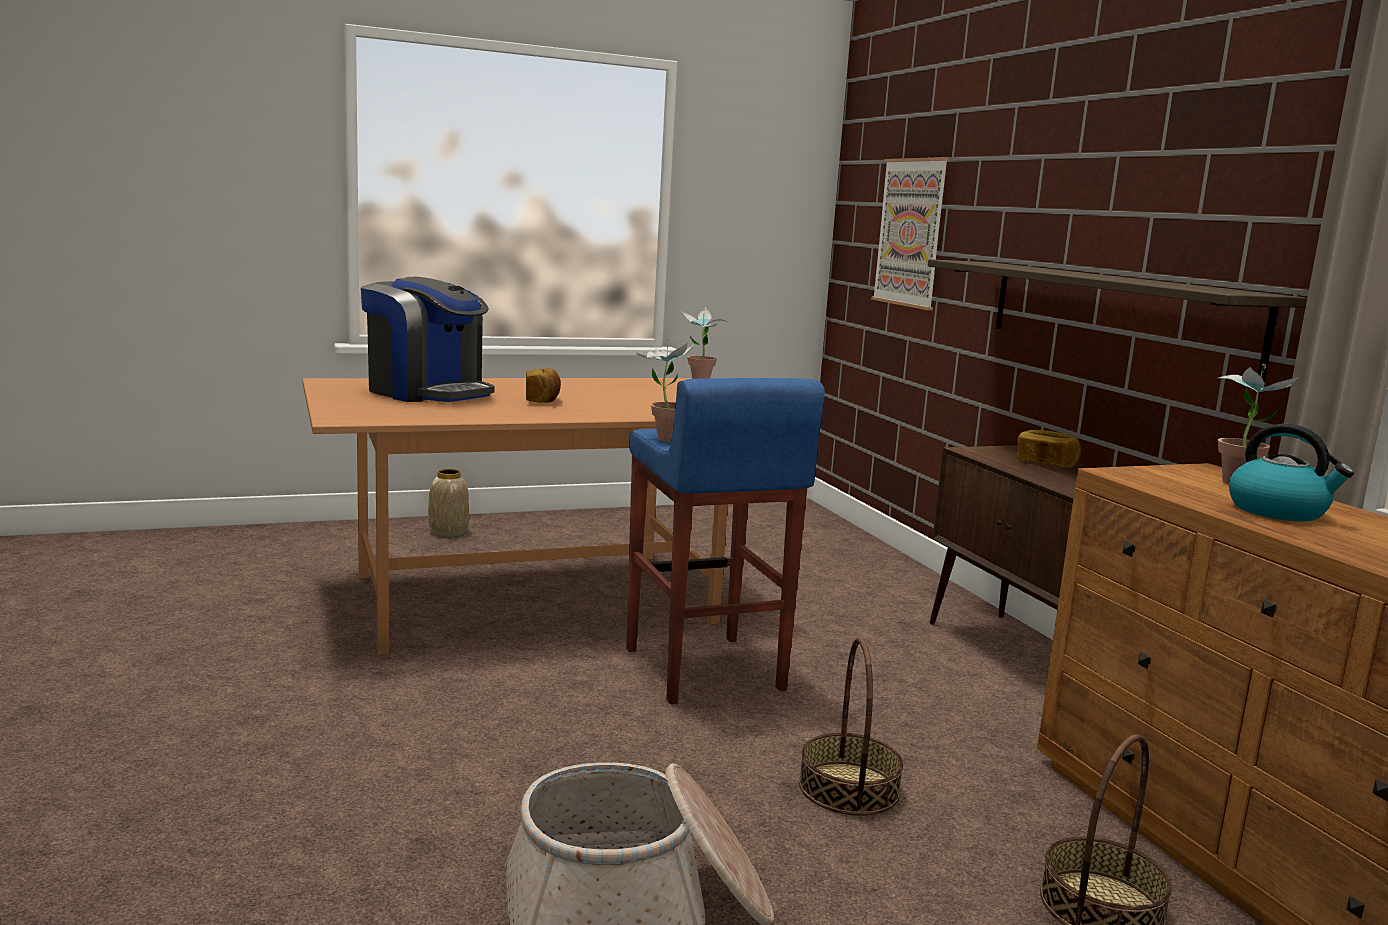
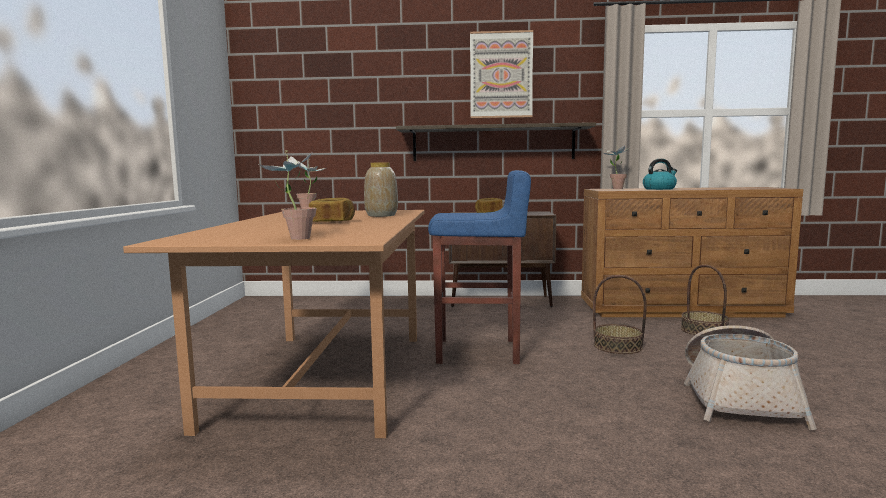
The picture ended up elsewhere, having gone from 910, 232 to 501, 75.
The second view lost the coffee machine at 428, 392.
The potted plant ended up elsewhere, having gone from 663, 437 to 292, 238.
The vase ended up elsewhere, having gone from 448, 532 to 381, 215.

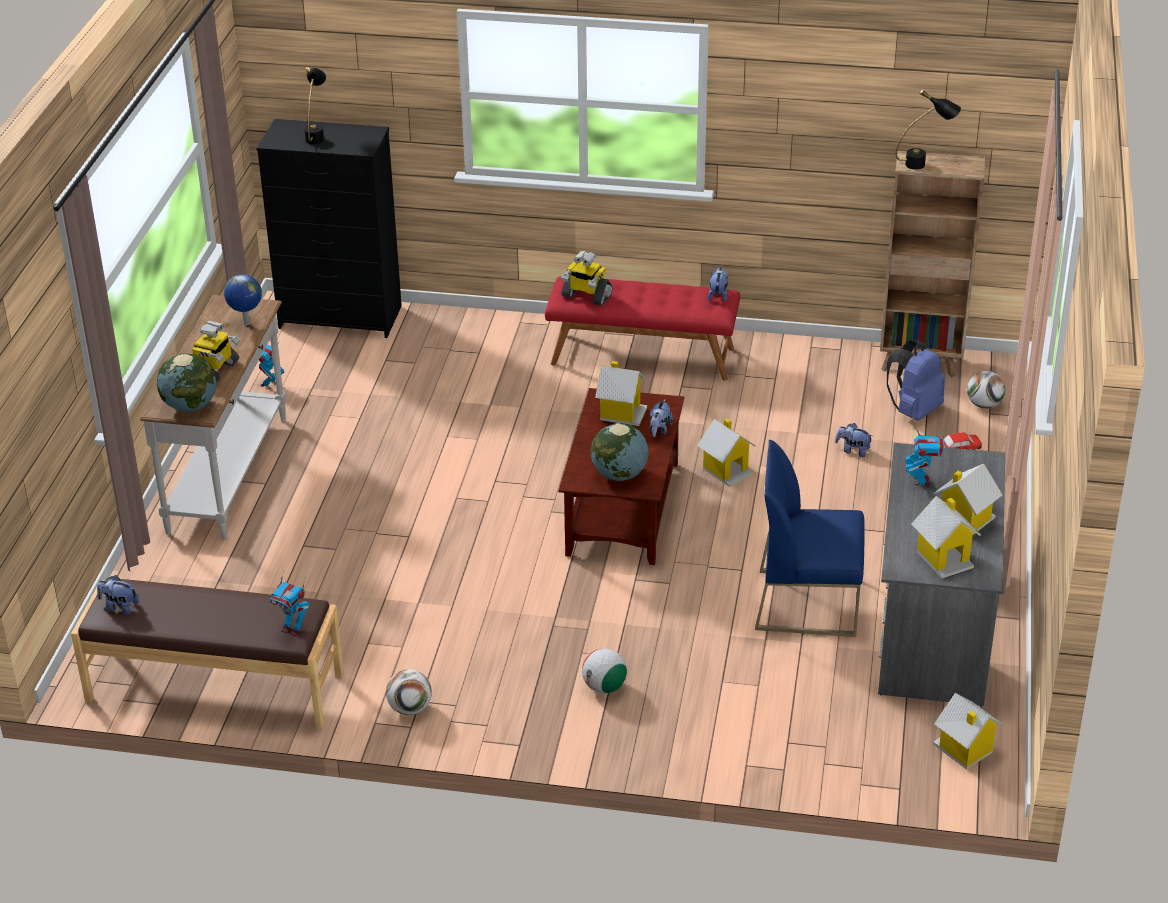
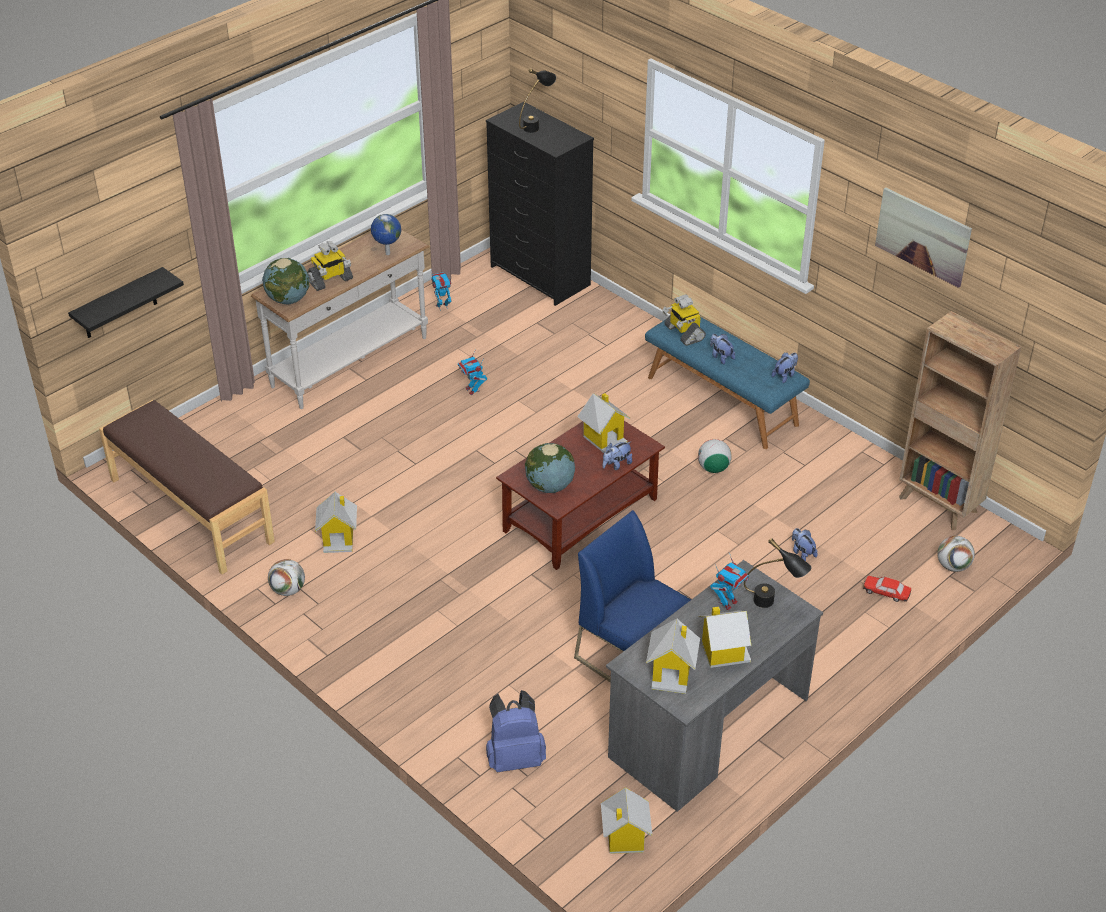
The black table lamp ended up elsewhere, having gone from 924, 164 to 773, 603.
What was the red bench at 643, 355 turned into the blue bench at 723, 400.
The blue backpack ended up elsewhere, having gone from 913, 411 to 515, 758.
The toy house ended up elsewhere, having gone from 726, 470 to 339, 538.
The toy robot ended up elsewhere, having gone from 292, 629 to 472, 390.
The plush toy ended up elsewhere, having gone from 119, 607 to 721, 357.
The football ended up elsewhere, having gone from 604, 687 to 713, 468.
The second view gained the picture at 923, 236.
The second view gained the black shelf at 119, 304.

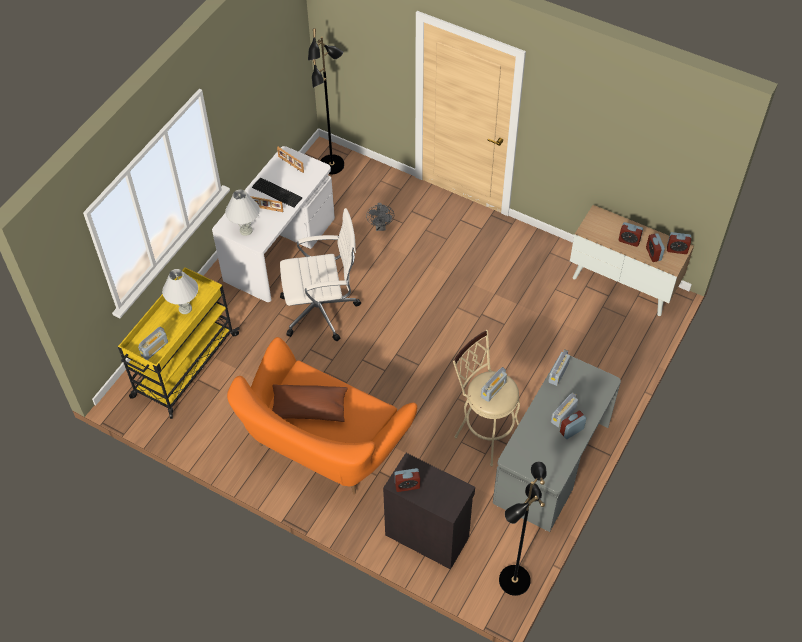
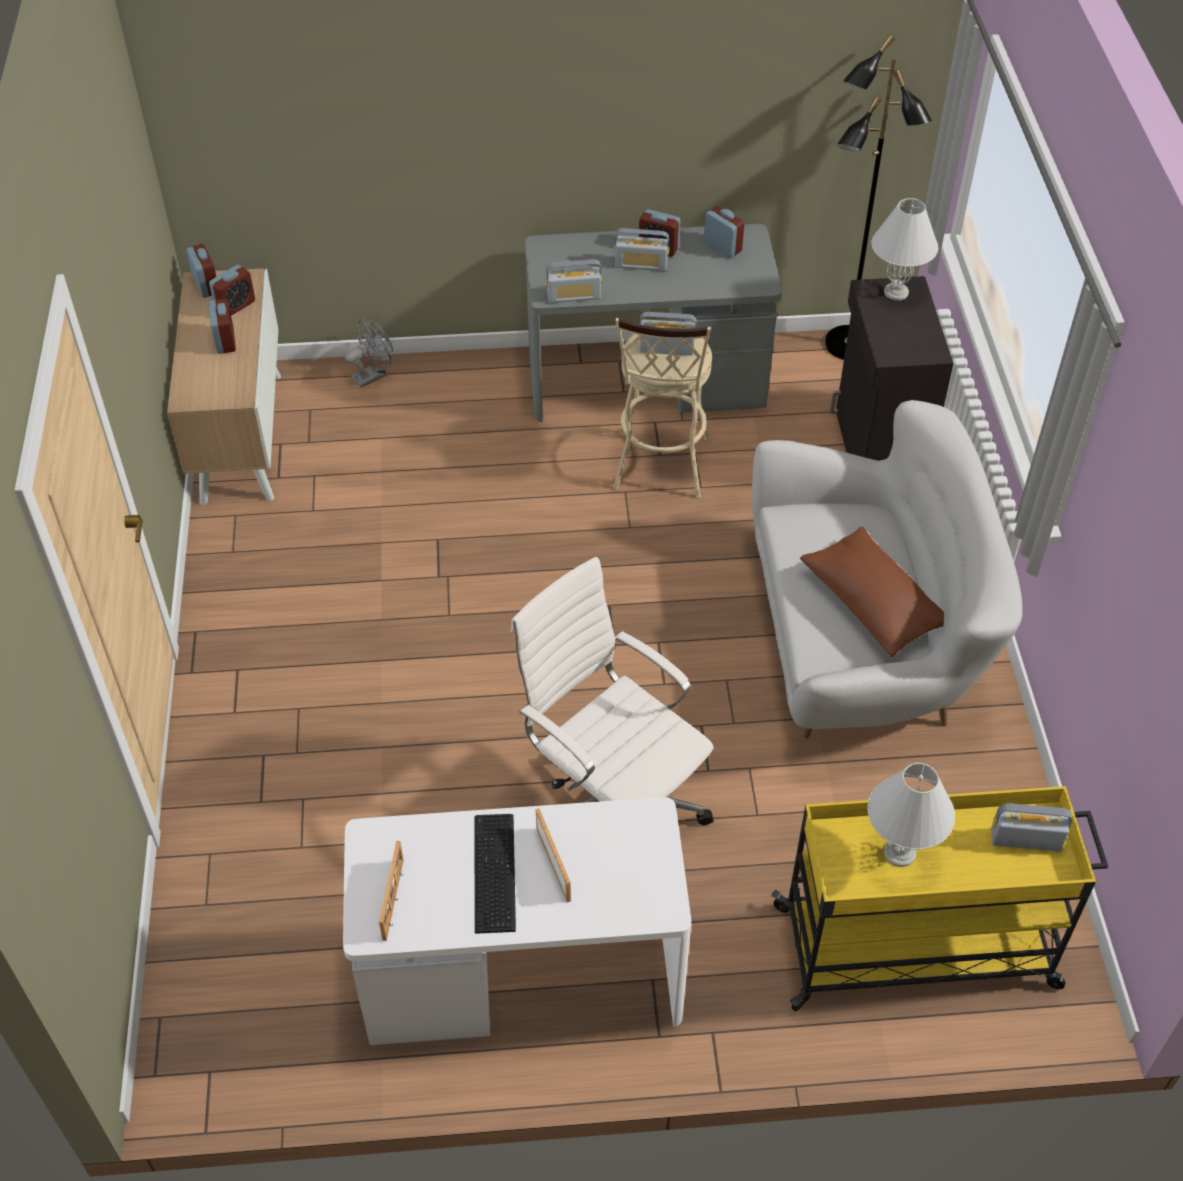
The second view lost the black floor lamp at 332, 165.
The white table lamp ended up elsewhere, having gone from 246, 230 to 895, 292.
The grey fan ended up elsewhere, having gone from 380, 227 to 373, 375.
What was the orange sofa at 323, 444 turned into the white sofa at 863, 643.
The alarm clock ended up elsewhere, having gone from 407, 485 to 722, 247.

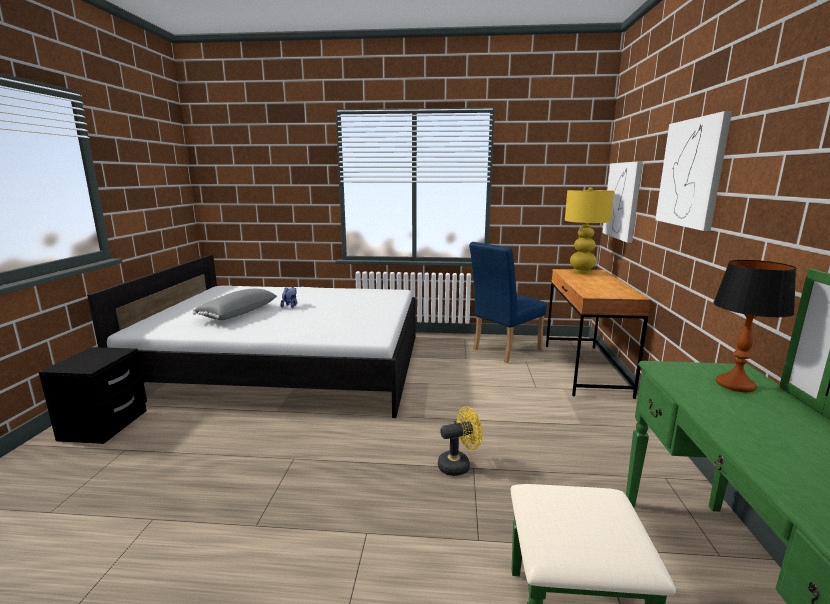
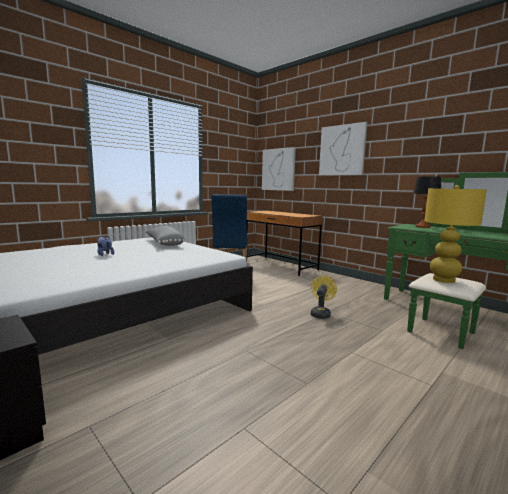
The yellow table lamp ended up elsewhere, having gone from 581, 272 to 443, 280.
The grey pillow ended up elsewhere, having gone from 237, 313 to 164, 244.

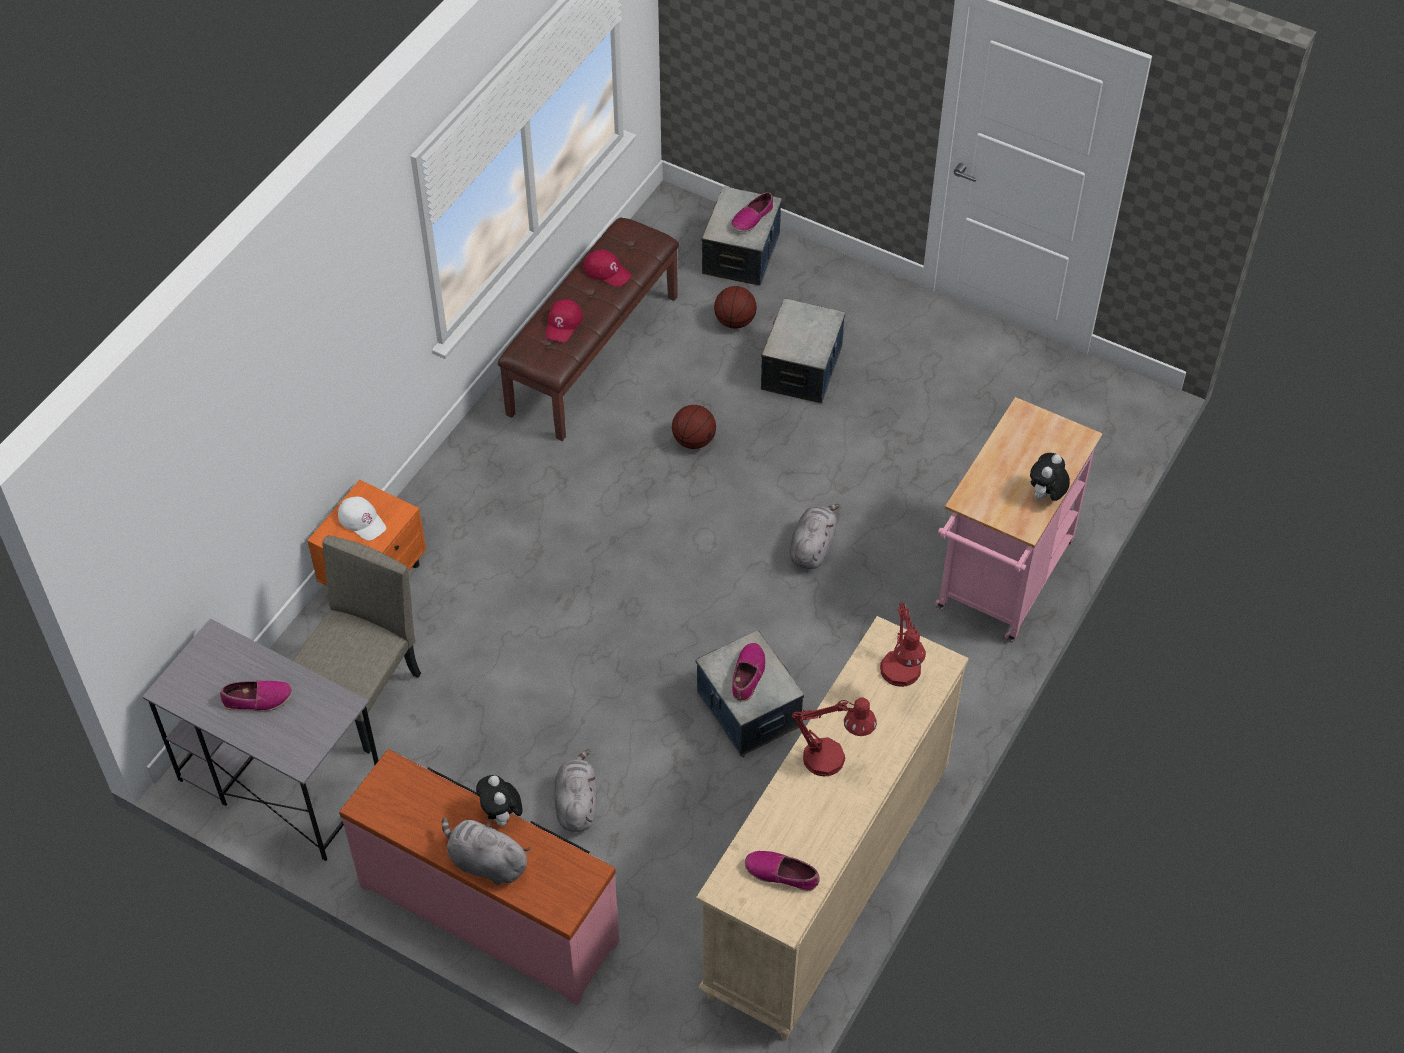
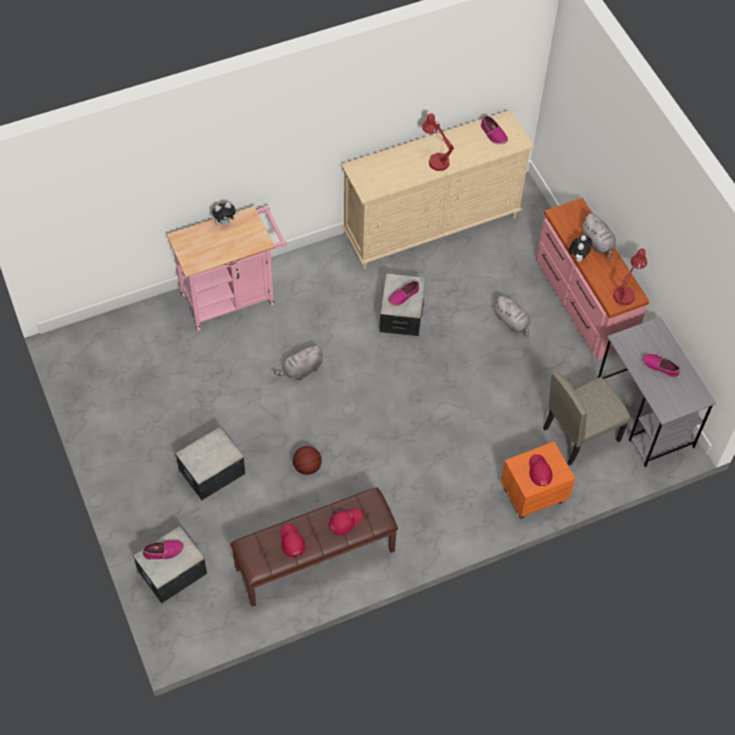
The second view lost the basketball at 735, 321.
What was the white cap at 362, 520 turned into the red cap at 539, 471.
The red table lamp ended up elsewhere, having gone from 901, 677 to 626, 293.
The grey plush toy at 576, 803 ended up facing another way, 75 degrees counterclockwise from before.

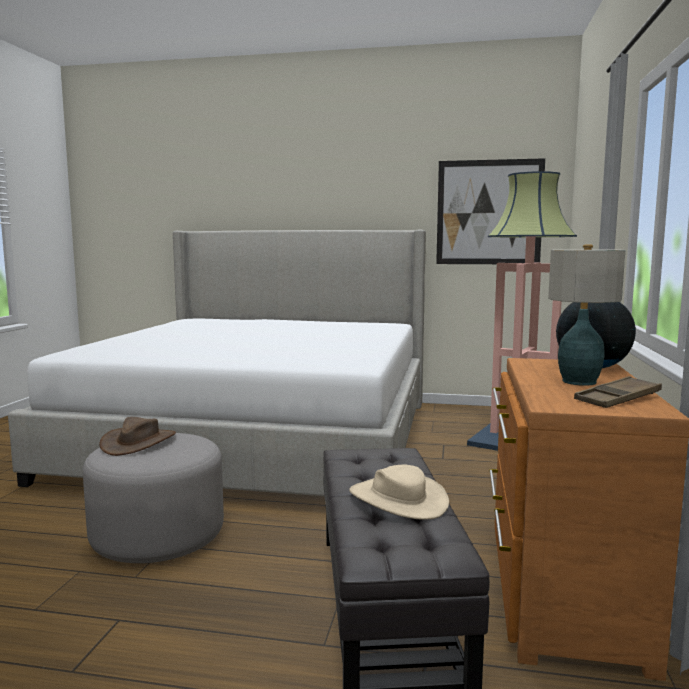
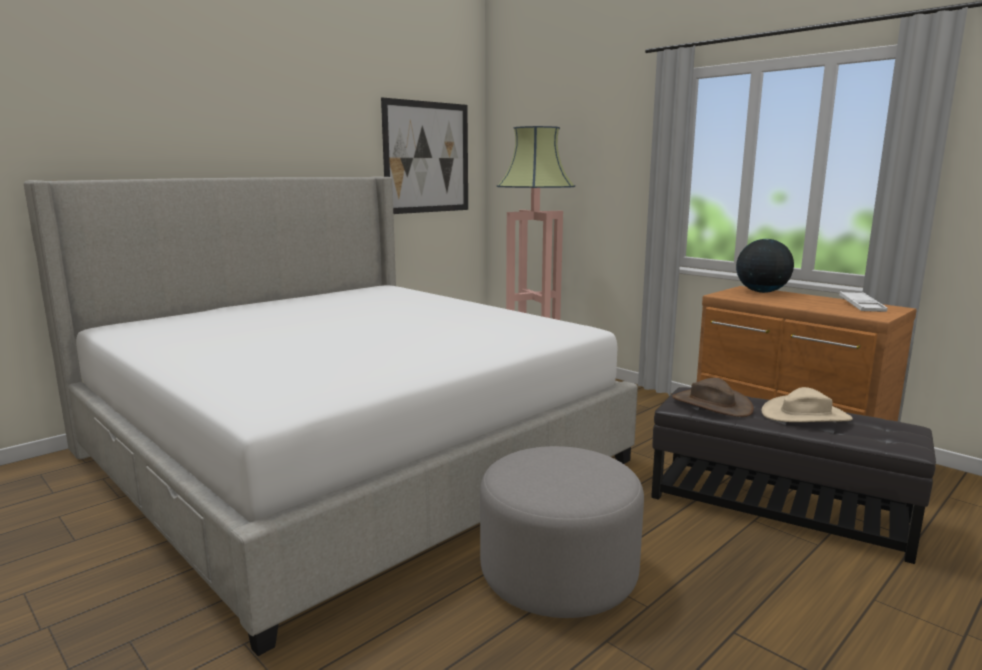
The second view lost the table lamp at 579, 381.
What was the brown tray at 617, 399 turned into the white tray at 861, 306.
The brown hat ended up elsewhere, having gone from 138, 442 to 711, 404.

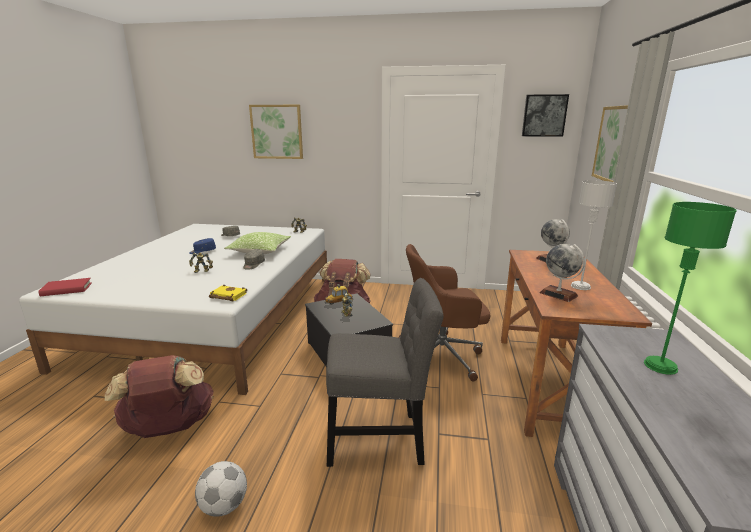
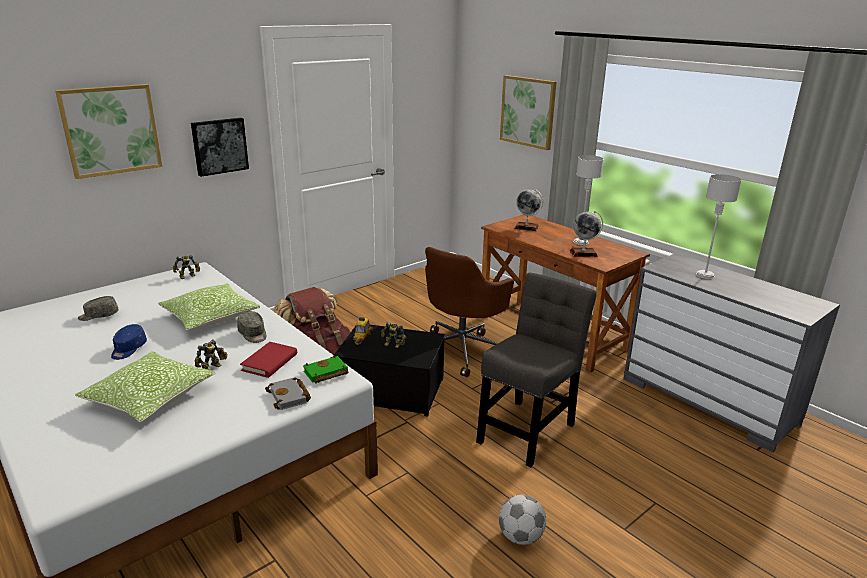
The picture ended up elsewhere, having gone from 544, 115 to 219, 146.
What was the green table lamp at 660, 366 turned into the grey table lamp at 705, 275.
The red book ended up elsewhere, having gone from 66, 289 to 269, 362.
What was the yellow book at 227, 296 turned into the green book at 325, 373.
The second view lost the brown backpack at 169, 428.
The second view gained the pillow at 150, 398.
The second view gained the grey book at 290, 397.

